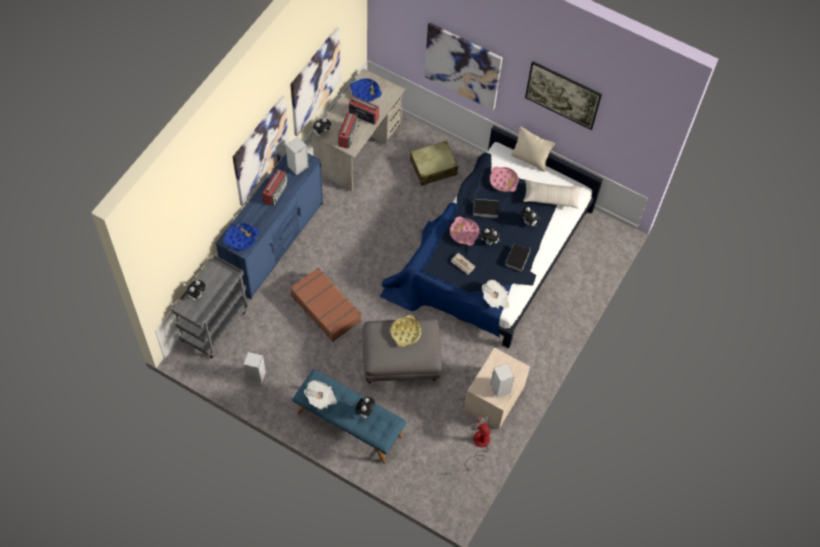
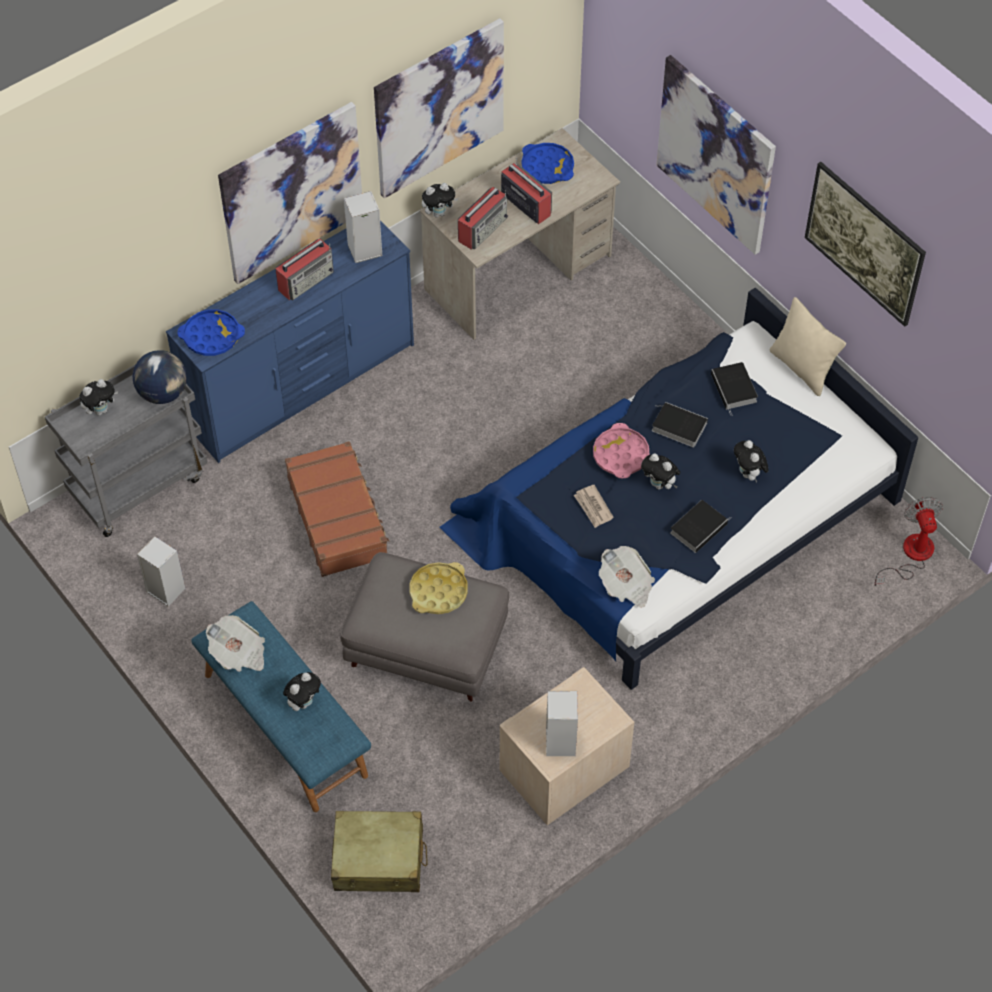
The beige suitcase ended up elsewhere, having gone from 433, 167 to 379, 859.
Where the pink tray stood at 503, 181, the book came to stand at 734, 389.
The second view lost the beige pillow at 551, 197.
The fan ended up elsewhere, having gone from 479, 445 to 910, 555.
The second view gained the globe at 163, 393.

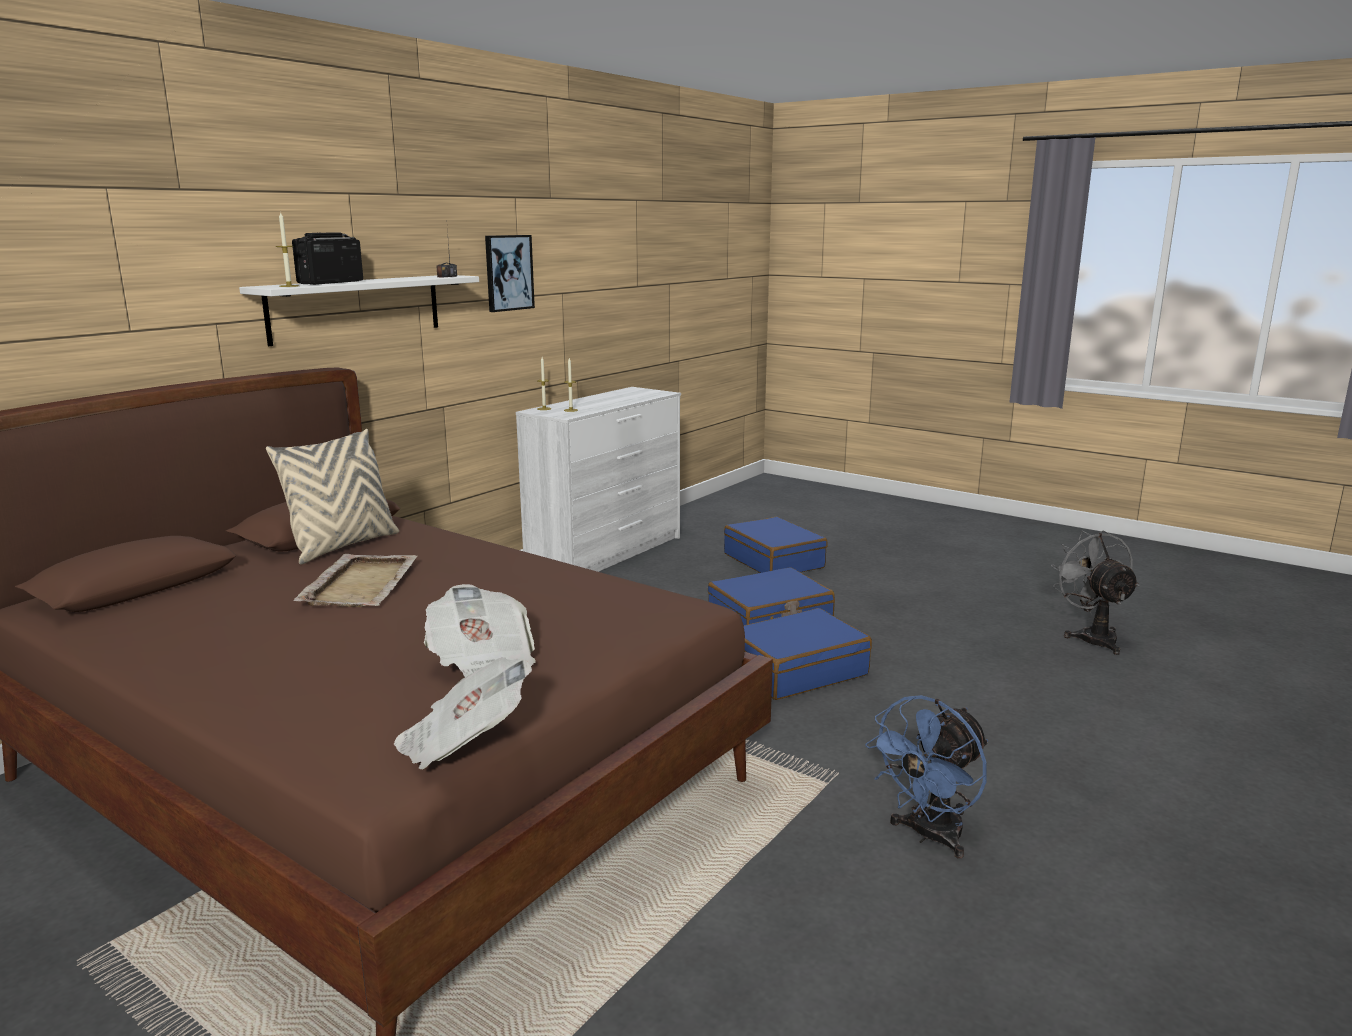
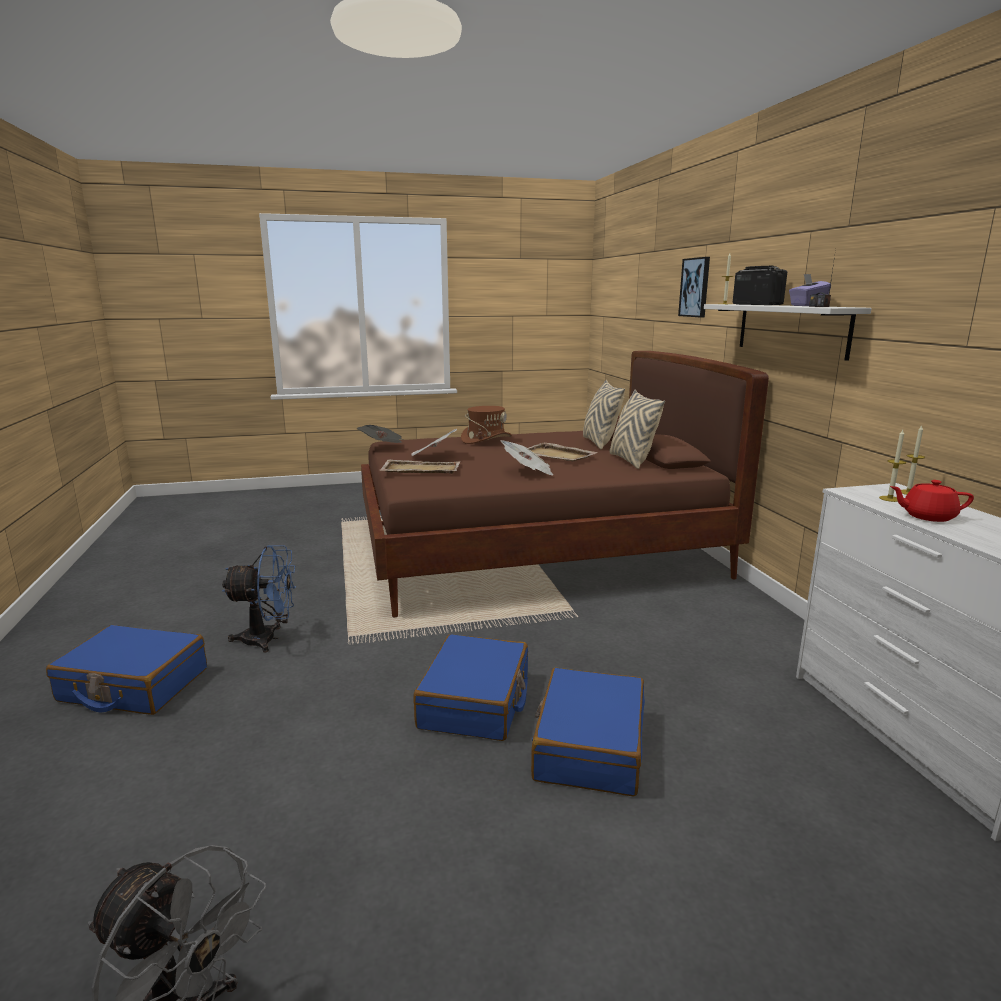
The picture ended up elsewhere, having gone from 508, 272 to 695, 287.
The blue suitcase ended up elsewhere, having gone from 774, 561 to 133, 685.
The blue fan at 928, 836 ended up facing another way, 90 degrees clockwise from before.
The second view gained the purple tissue box at 806, 306.
The second view gained the beige pillow at 599, 443.
The second view gained the brown hat at 486, 439.
The second view gained the newspaper at 528, 472.
The second view gained the beige tray at 420, 469.
The second view gained the red teapot at 927, 516.

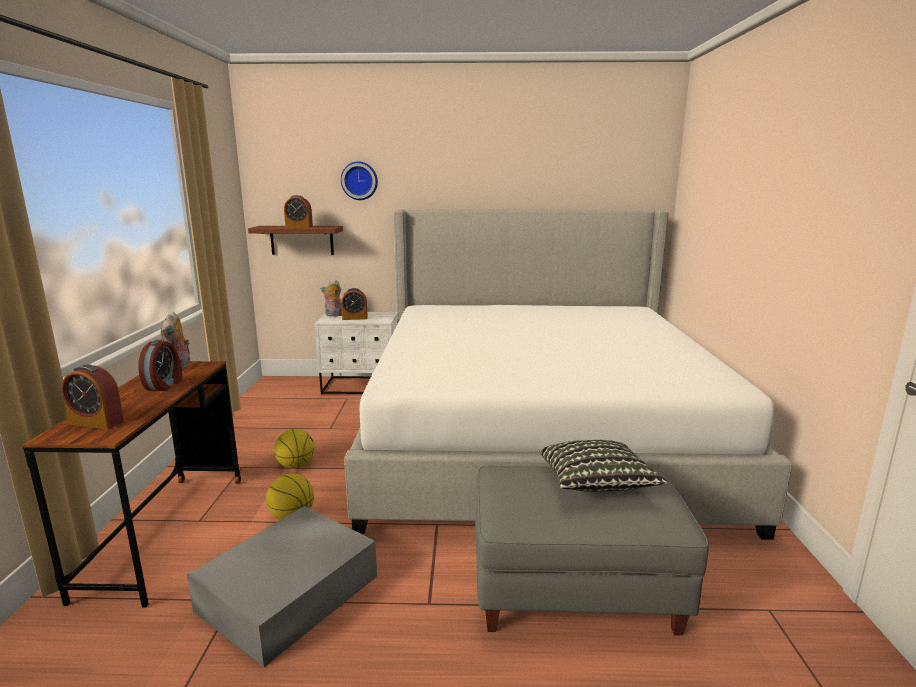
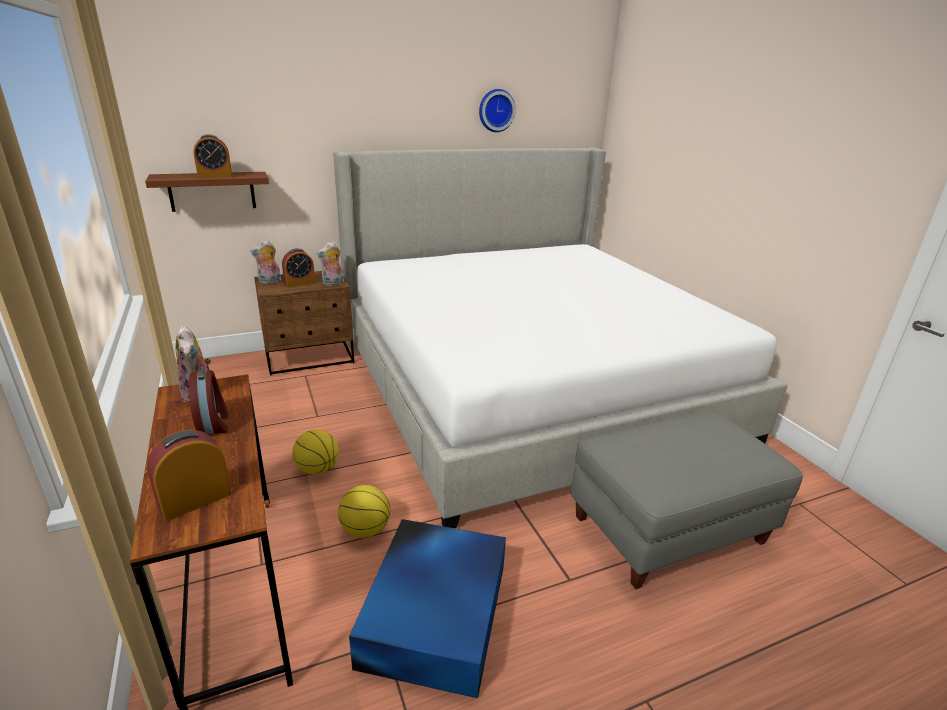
The wall clock ended up elsewhere, having gone from 359, 181 to 495, 110.
What was the white nightstand at 361, 386 turned into the brown nightstand at 310, 358.
The alarm clock at 96, 422 ended up facing another way, 150 degrees clockwise from before.
The second view lost the pillow at 596, 485.
What was the grey storage box at 291, 592 turned into the blue storage box at 436, 612.
The second view gained the plush toy at 333, 283.

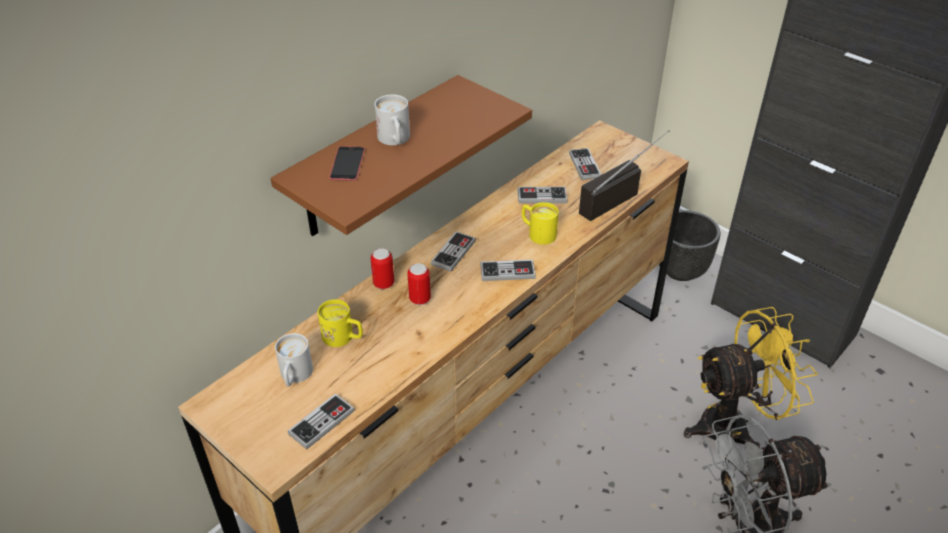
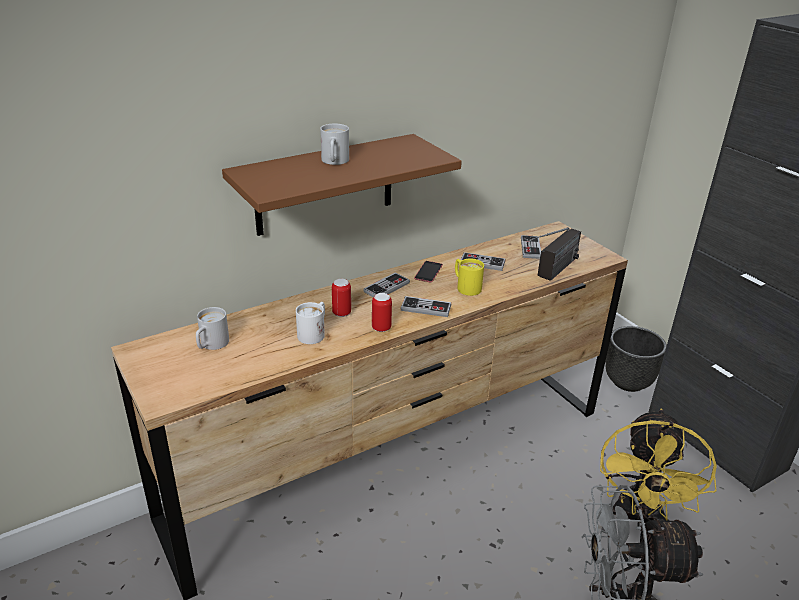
The radio at 619, 196 ended up facing another way, 150 degrees clockwise from before.
The phone ended up elsewhere, having gone from 347, 164 to 428, 272.
The can ended up elsewhere, having gone from 384, 284 to 381, 328.
The second view lost the yellow mug at 343, 338.
The yellow fan at 734, 424 ended up facing another way, 105 degrees clockwise from before.
The second view lost the game controller at 321, 422.
The second view gained the white mug at 314, 333.

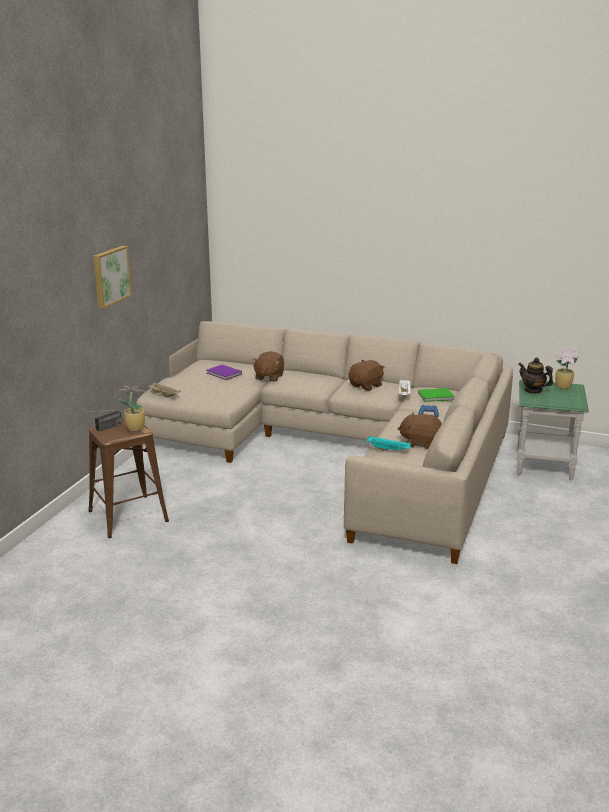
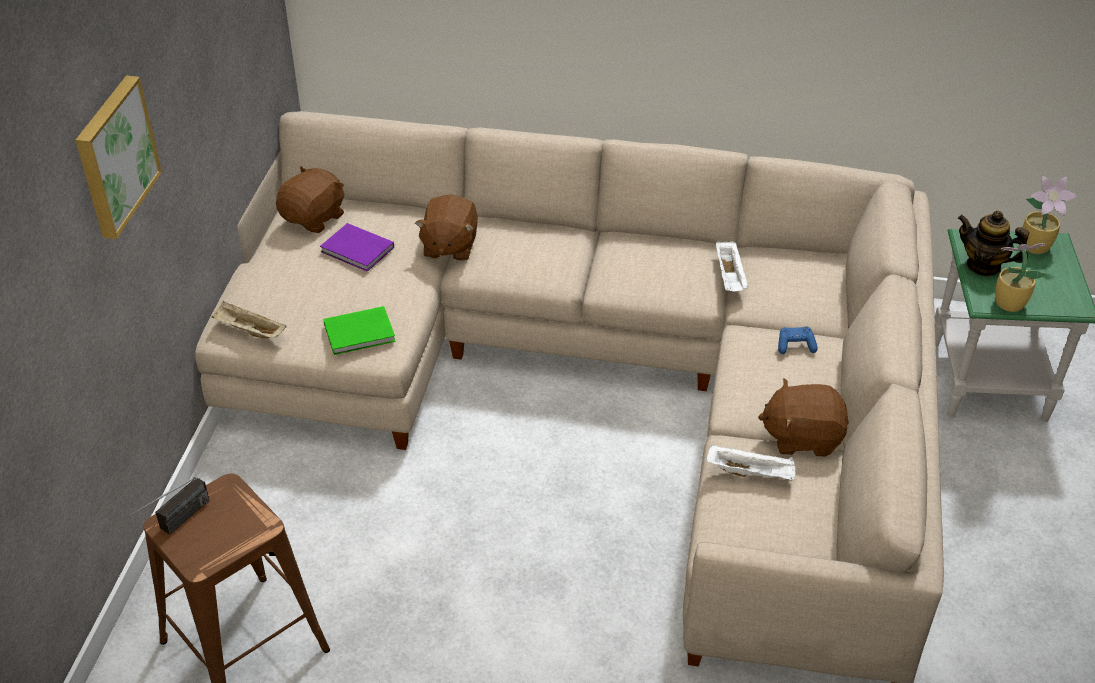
The brown plush toy ended up elsewhere, having gone from 366, 386 to 314, 218.
The potted plant ended up elsewhere, having gone from 134, 428 to 1007, 303.
The green book ended up elsewhere, having gone from 437, 396 to 361, 333.
What was the turquoise tray at 389, 450 turned into the white tray at 751, 473.

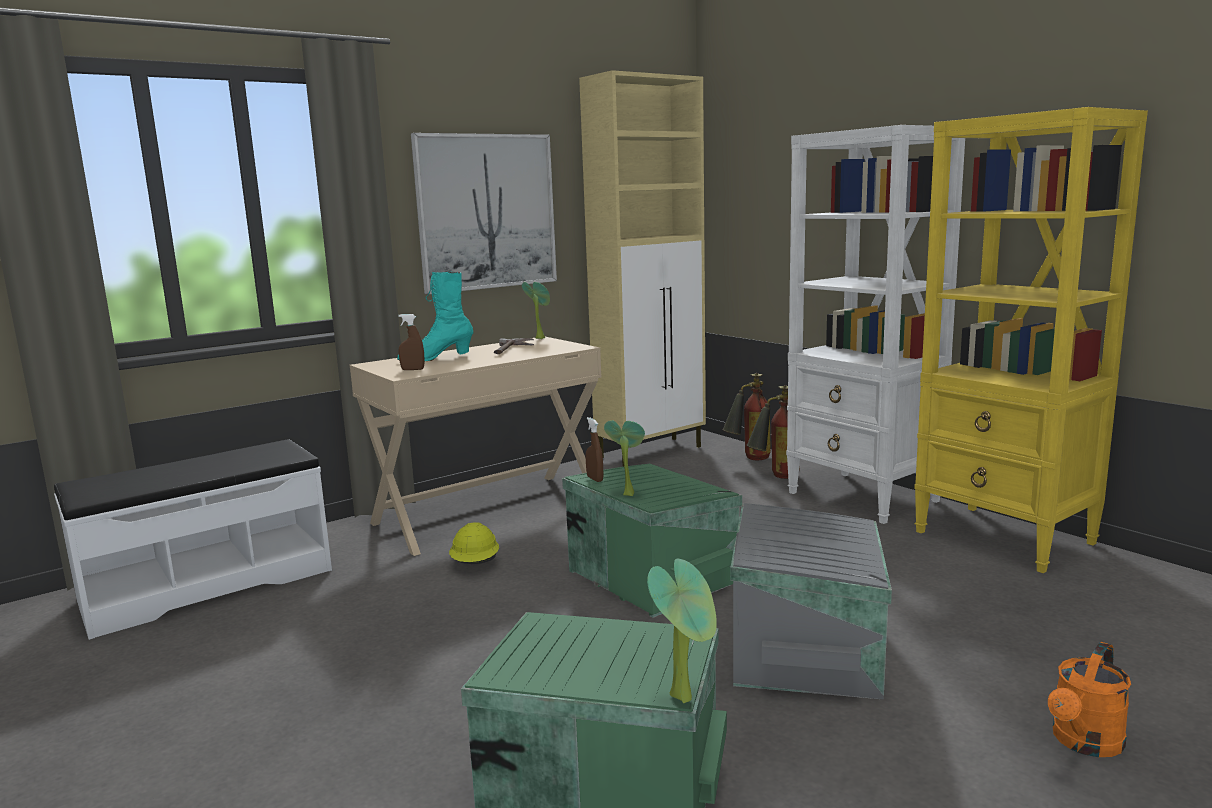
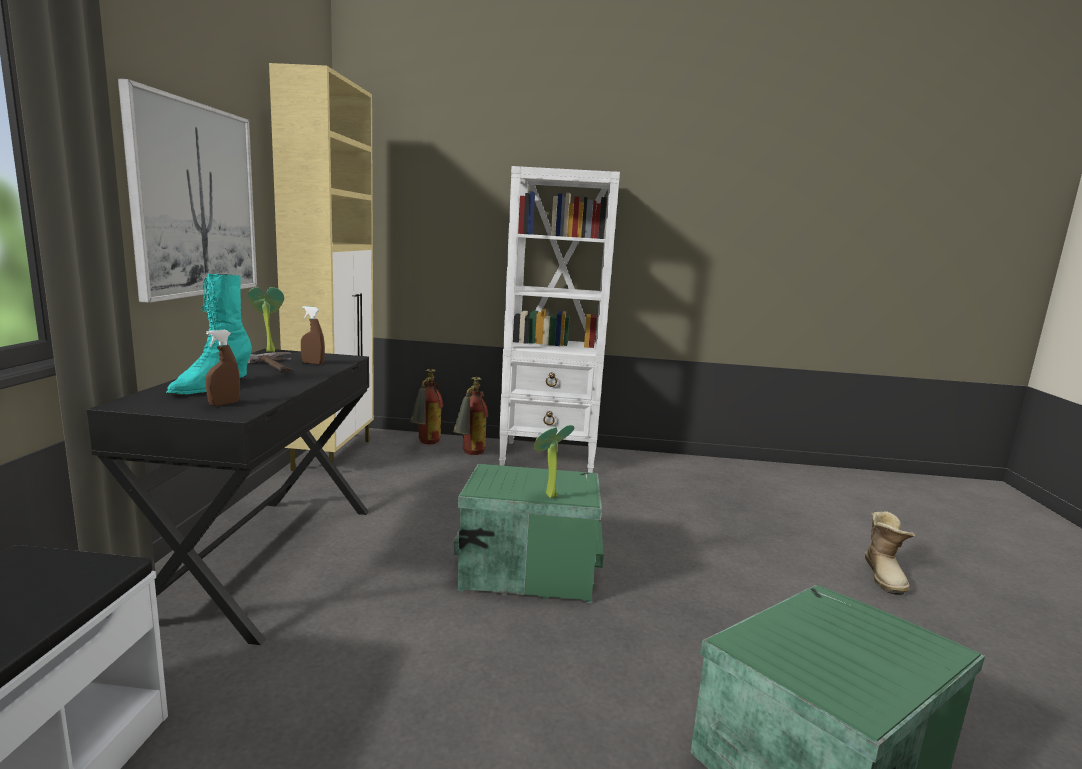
The second view lost the yellow bookcase at 1005, 538.
What was the beige desk at 488, 511 turned into the black desk at 264, 559.
The brown spray bottle ended up elsewhere, having gone from 595, 479 to 313, 363.
The second view lost the grey storage box at 809, 647.
The second view lost the yellow hard hat at 475, 564.
The second view lost the potted plant at 686, 696.
Where the orange watering can stood at 1084, 743, the boot came to stand at 885, 576.

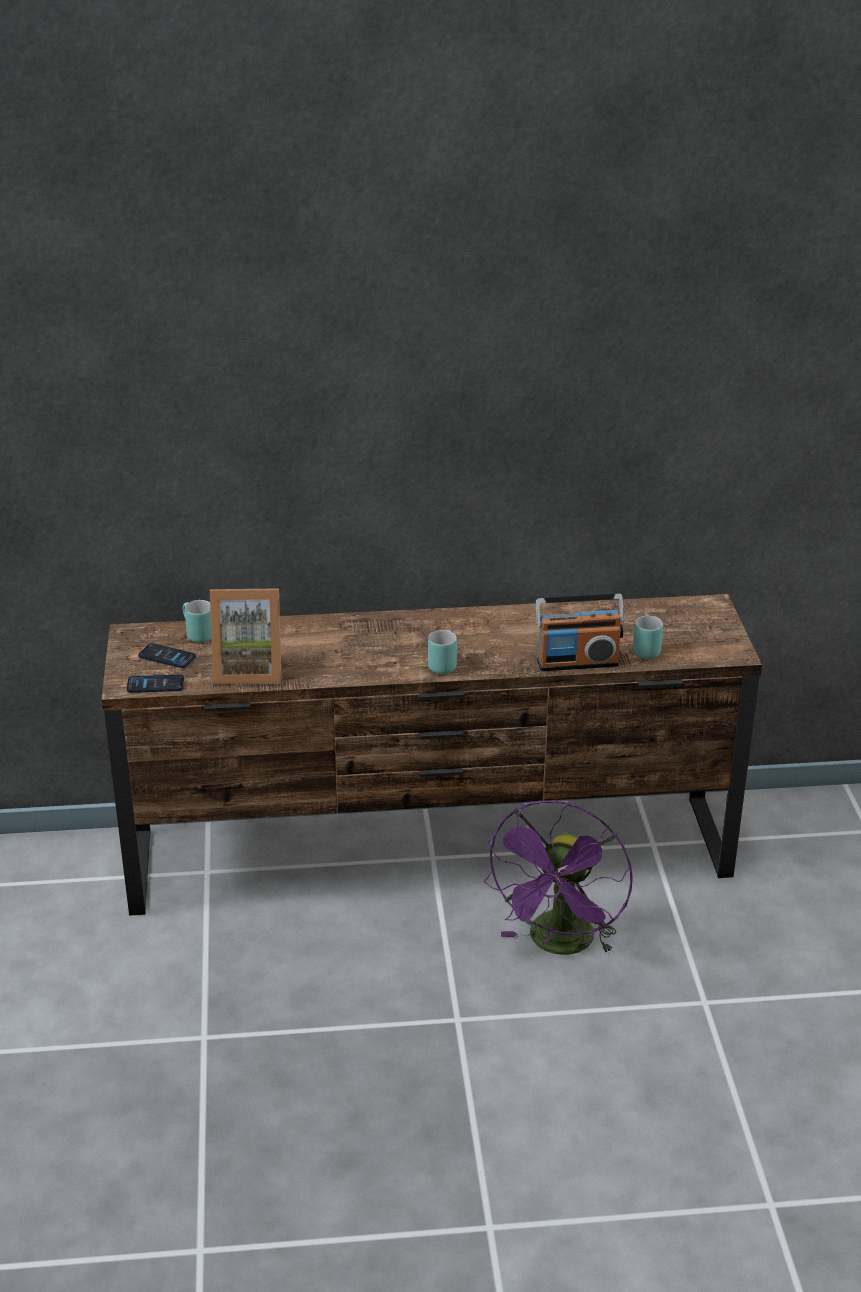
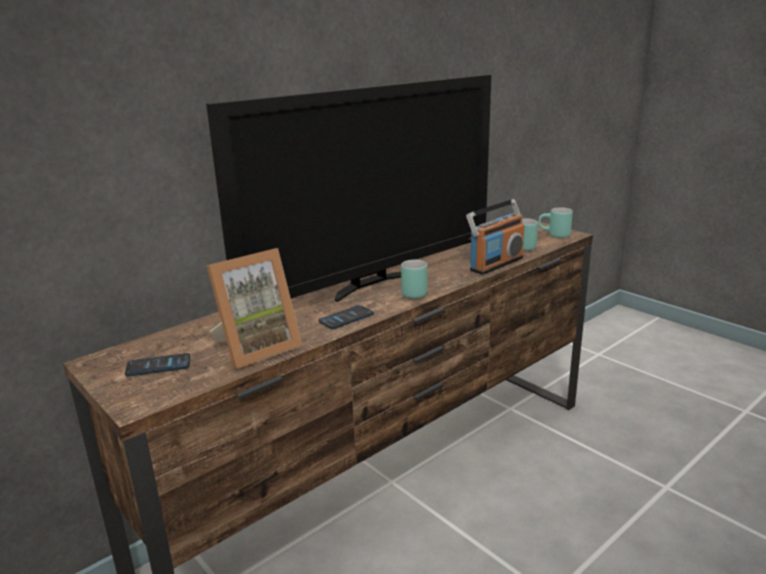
The turquoise mug ended up elsewhere, having gone from 195, 634 to 554, 236.
The phone ended up elsewhere, having gone from 155, 685 to 346, 318.
The second view lost the purple fan at 559, 945.
The second view gained the television at 372, 284.

